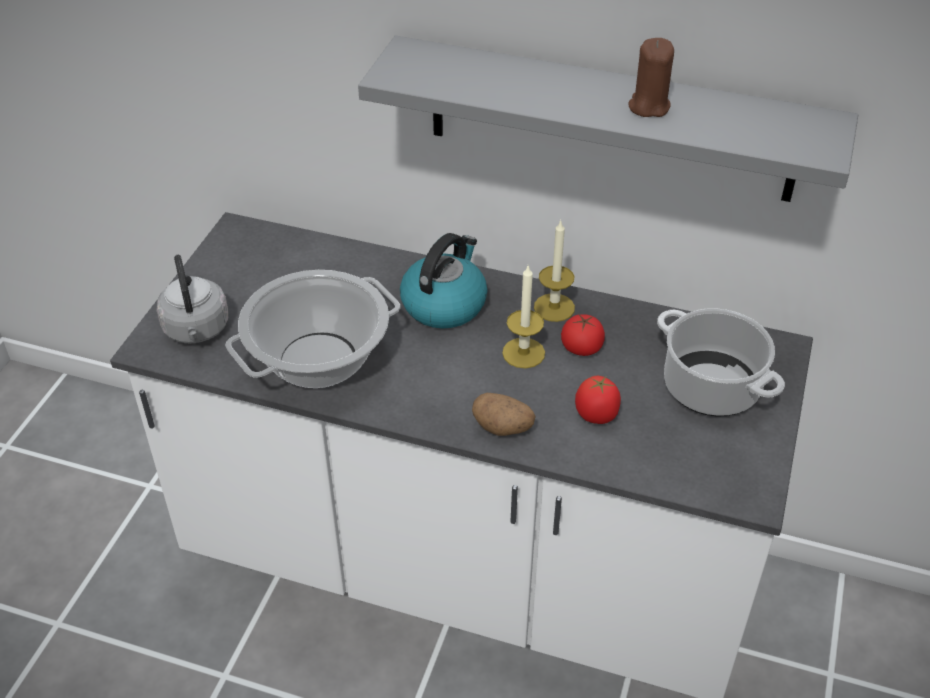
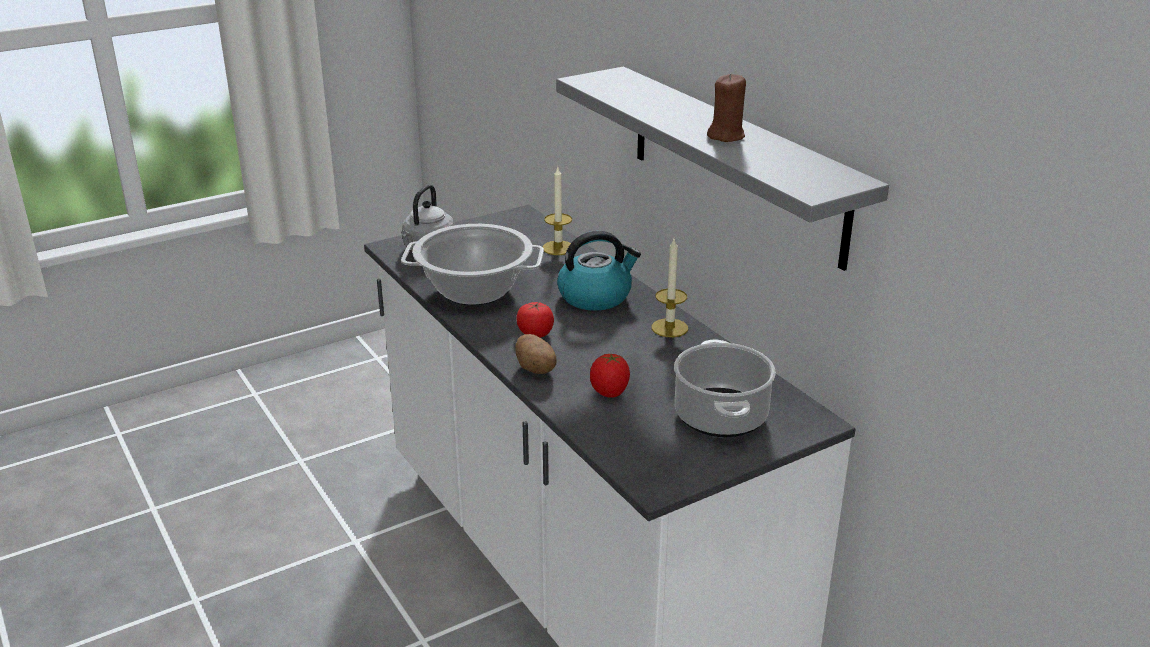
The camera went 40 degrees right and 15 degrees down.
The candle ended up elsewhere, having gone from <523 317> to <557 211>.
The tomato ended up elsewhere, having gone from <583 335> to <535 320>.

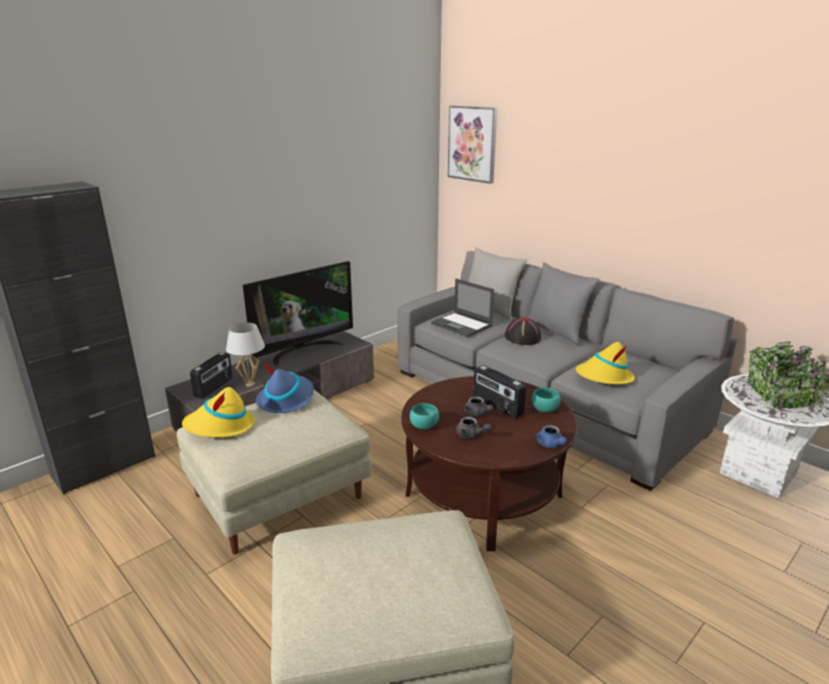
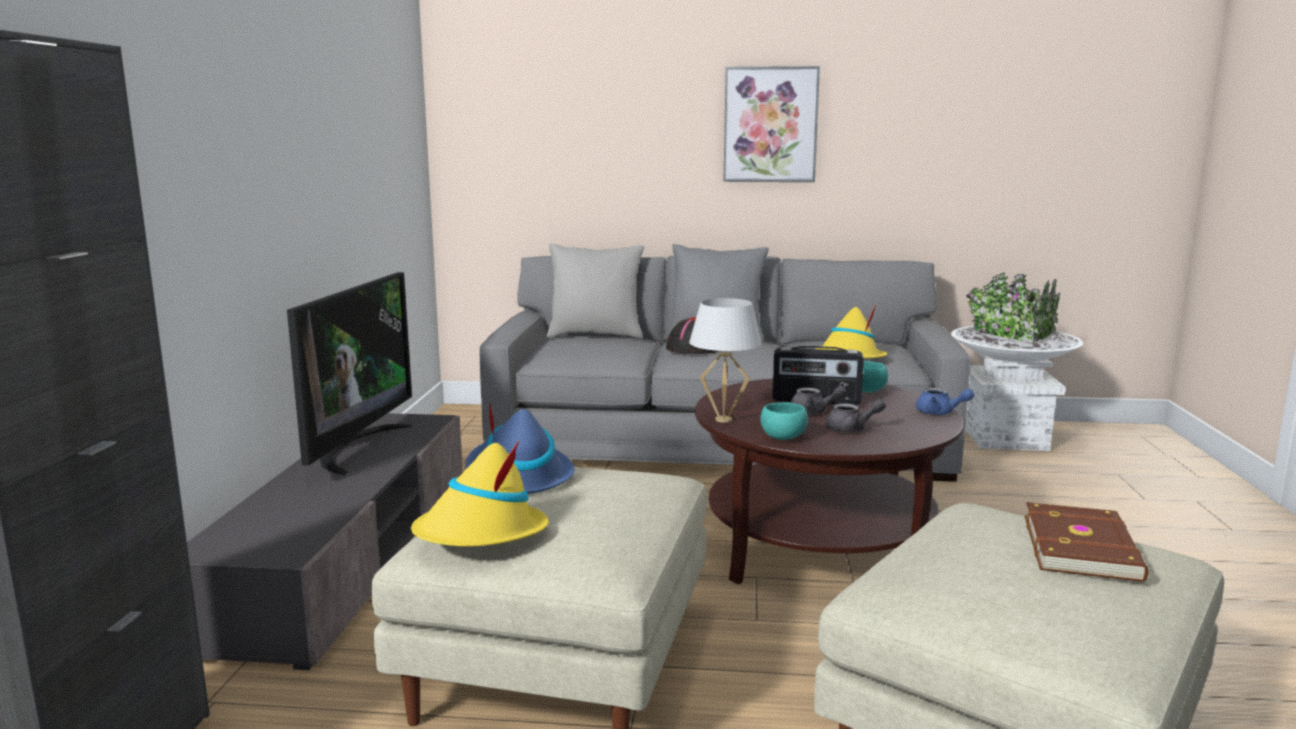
The camera went 40 degrees left and 10 degrees down.
The second view lost the radio at <211 375>.
The white table lamp ended up elsewhere, having gone from <245 354> to <725 360>.
The second view lost the laptop at <462 308>.
The picture ended up elsewhere, having gone from <472 145> to <771 124>.
The second view gained the brown book at <1086 542>.

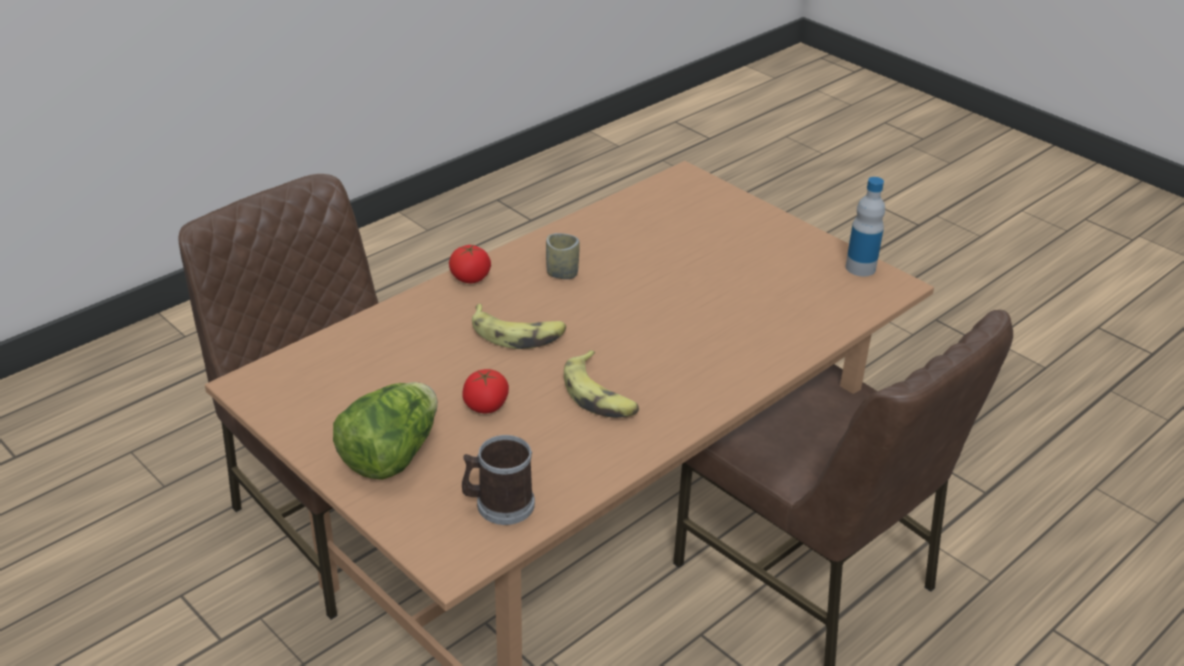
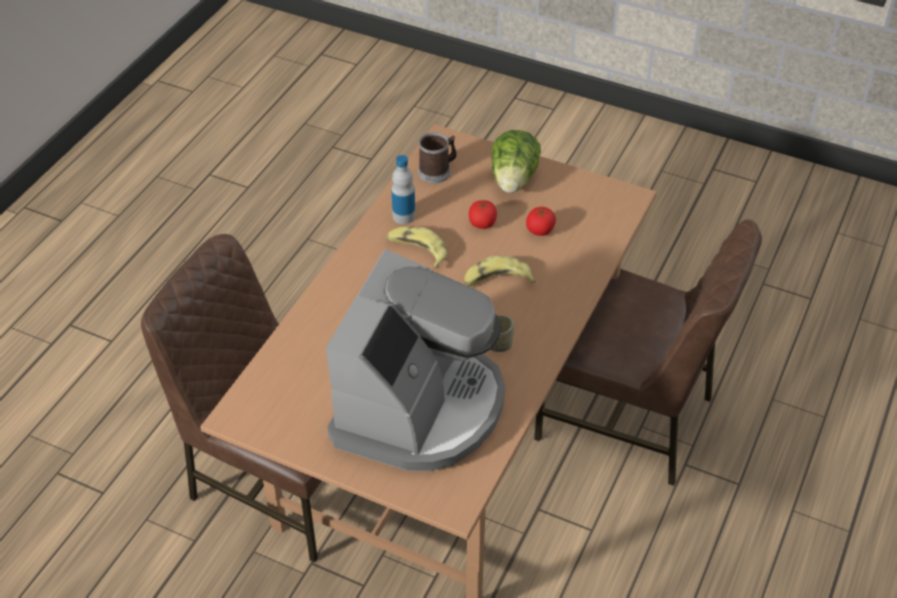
The camera went 160 degrees right and 10 degrees up.
The tomato ended up elsewhere, having gone from <470 263> to <541 221>.
The bottle ended up elsewhere, having gone from <865 226> to <403 189>.
The second view gained the coffee machine at <415 360>.

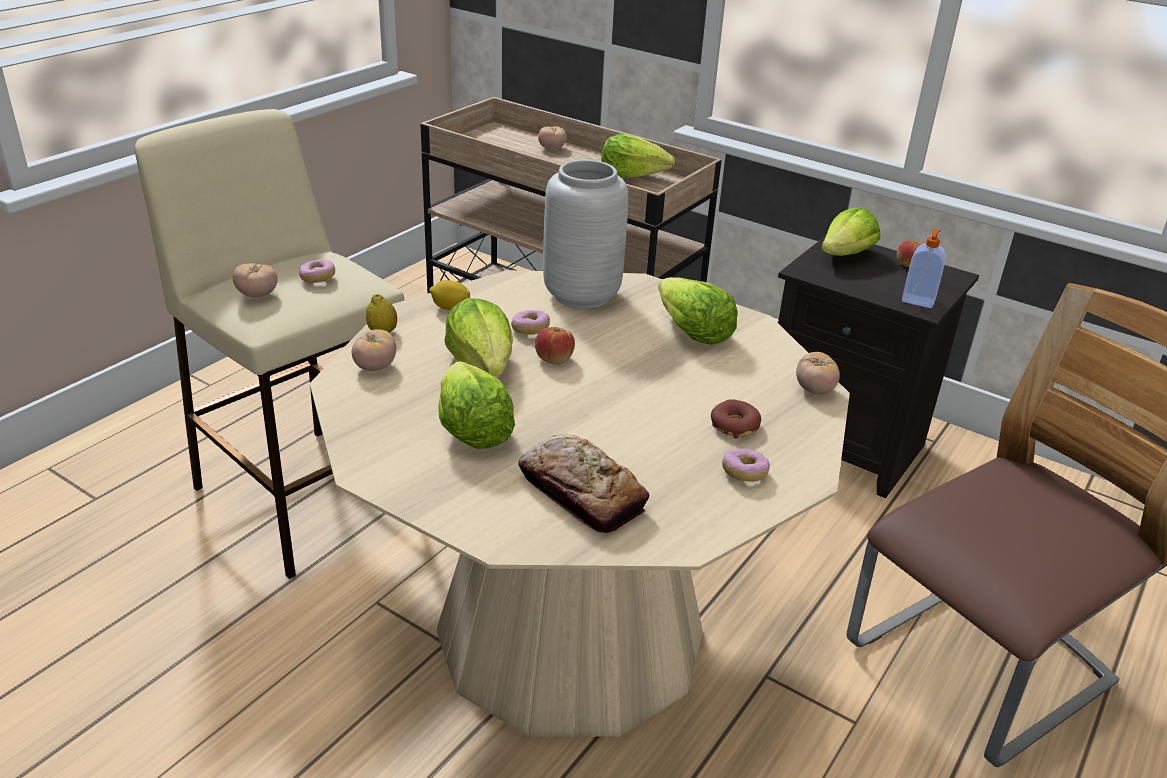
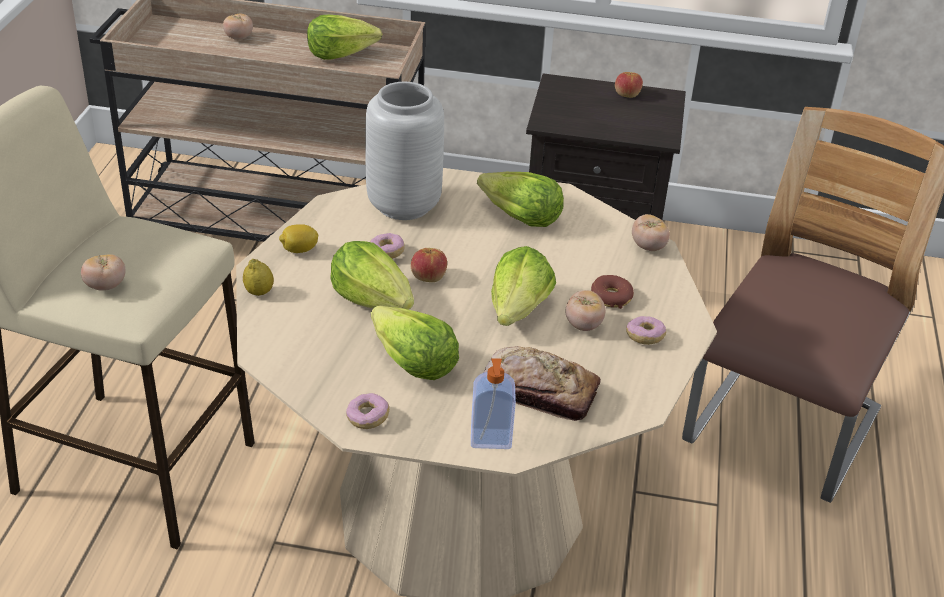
The camera went 25 degrees left and 5 degrees up.
The donut ended up elsewhere, having gone from <317 271> to <368 411>.
The tomato ended up elsewhere, having gone from <374 350> to <585 310>.
The lettuce ended up elsewhere, having gone from <850 231> to <523 286>.
The soap dispenser ended up elsewhere, having gone from <924 268> to <493 403>.

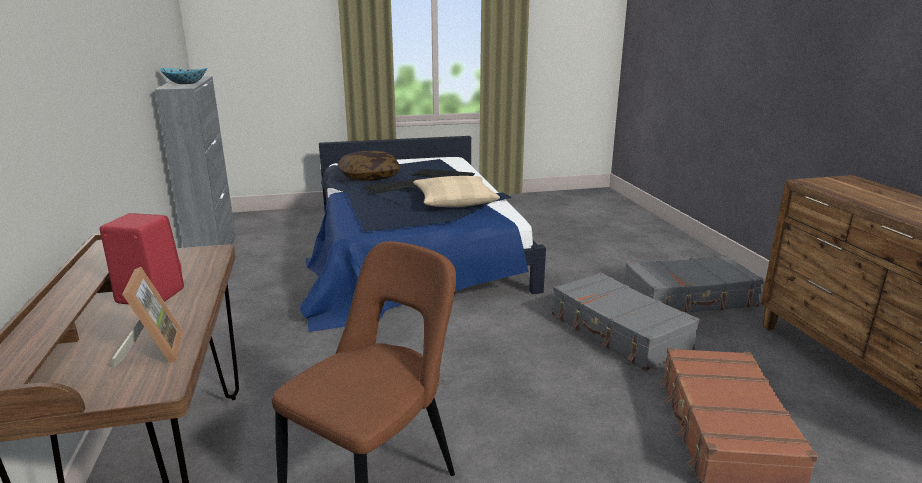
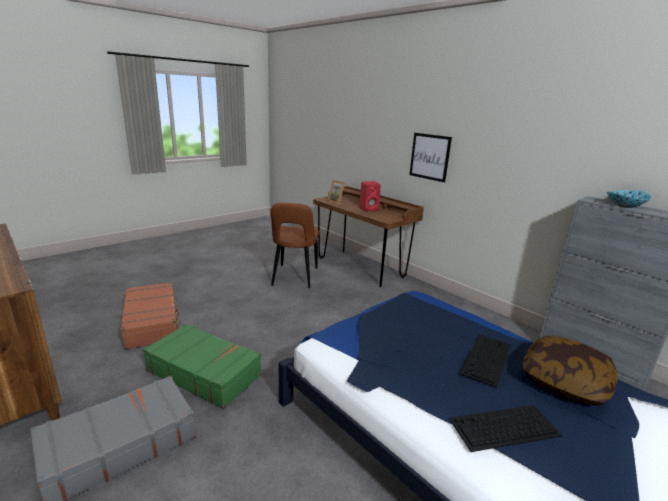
The camera went 150 degrees right and 0 degrees up.
The second view lost the beige pillow at <456 191>.
What was the grey suitcase at <625 321> turned into the green suitcase at <202 366>.
The second view gained the picture at <431 157>.

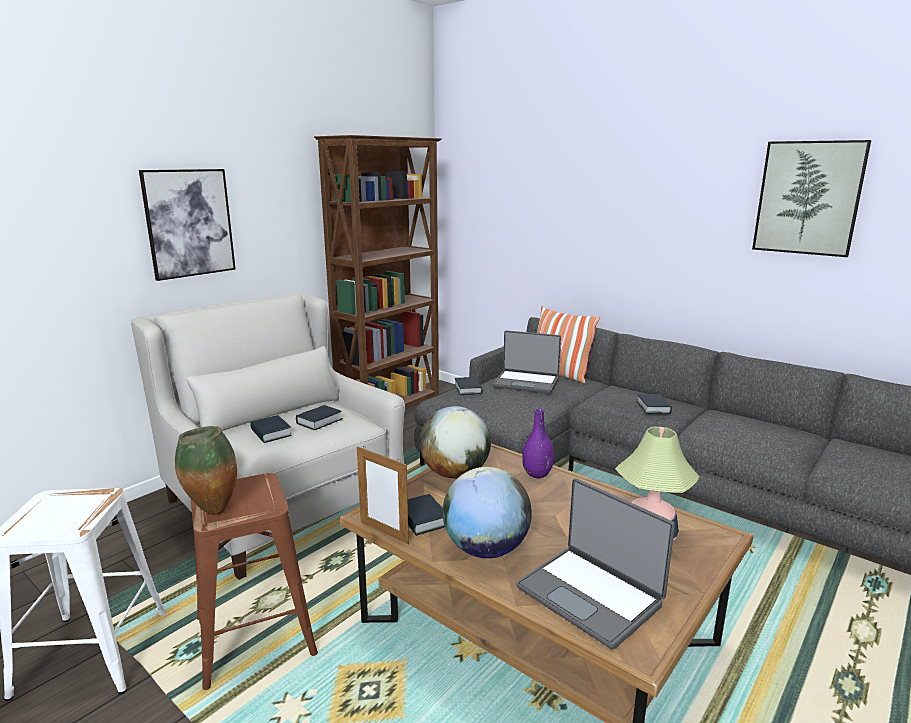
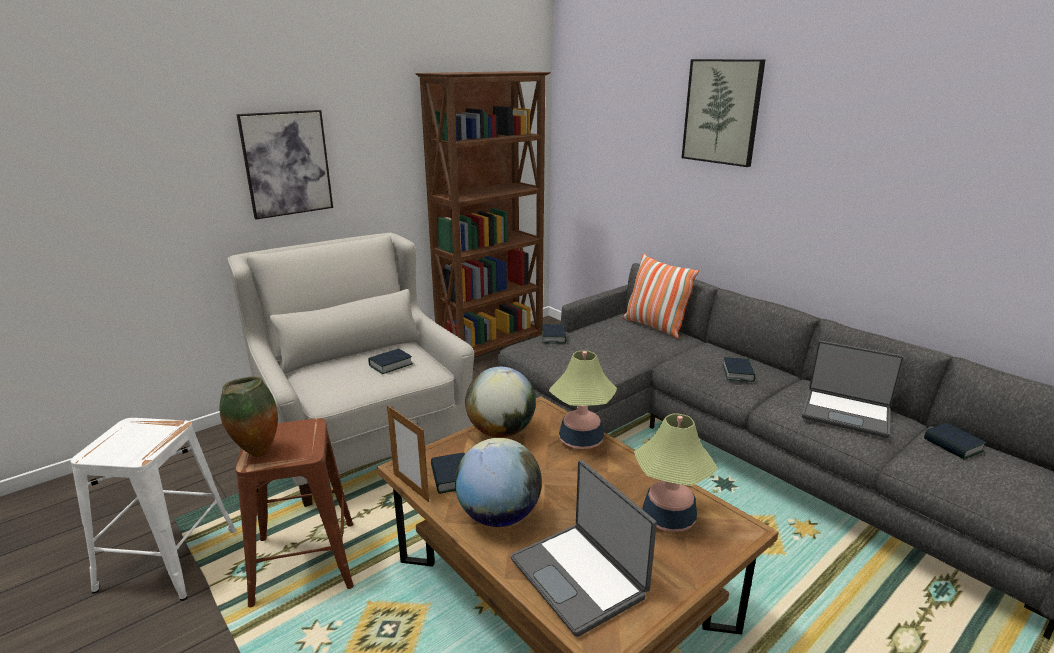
The camera went 10 degrees right and 5 degrees up.
The book ended up elsewhere, having gone from <271 429> to <955 441>.
The laptop ended up elsewhere, having gone from <527 362> to <853 389>.
Where the purple vase stood at <538 443>, the table lamp came to stand at <583 400>.
The picture ended up elsewhere, having gone from <811 198> to <723 113>.

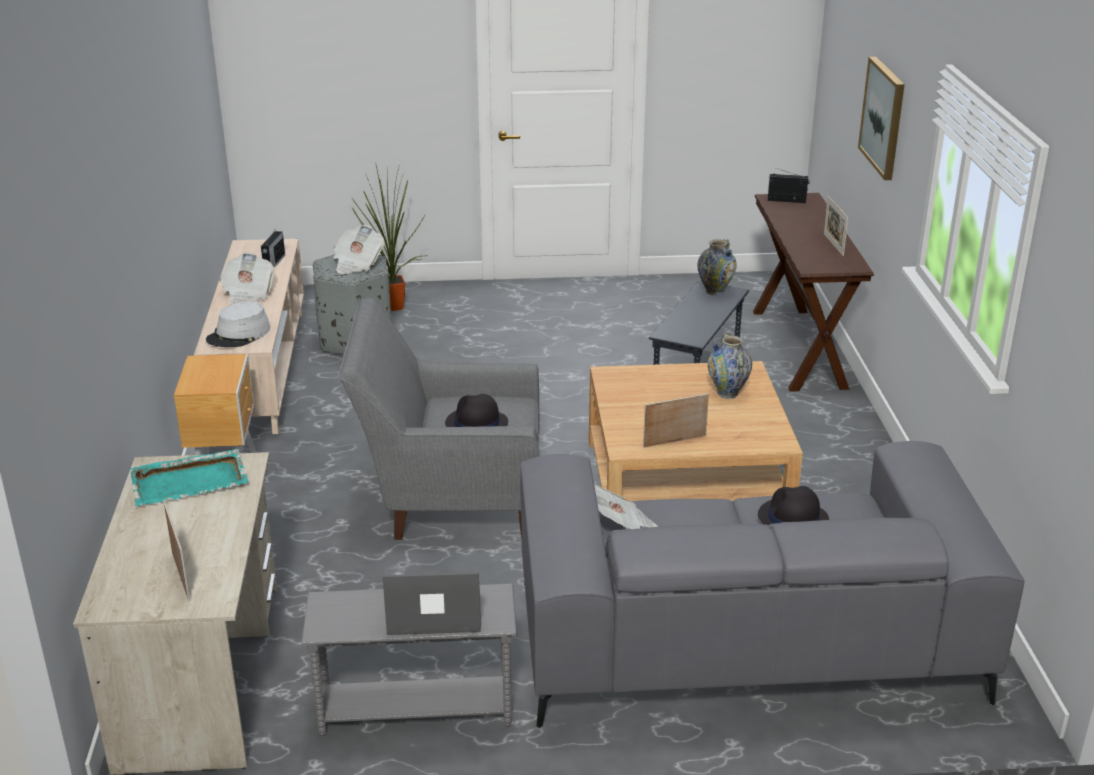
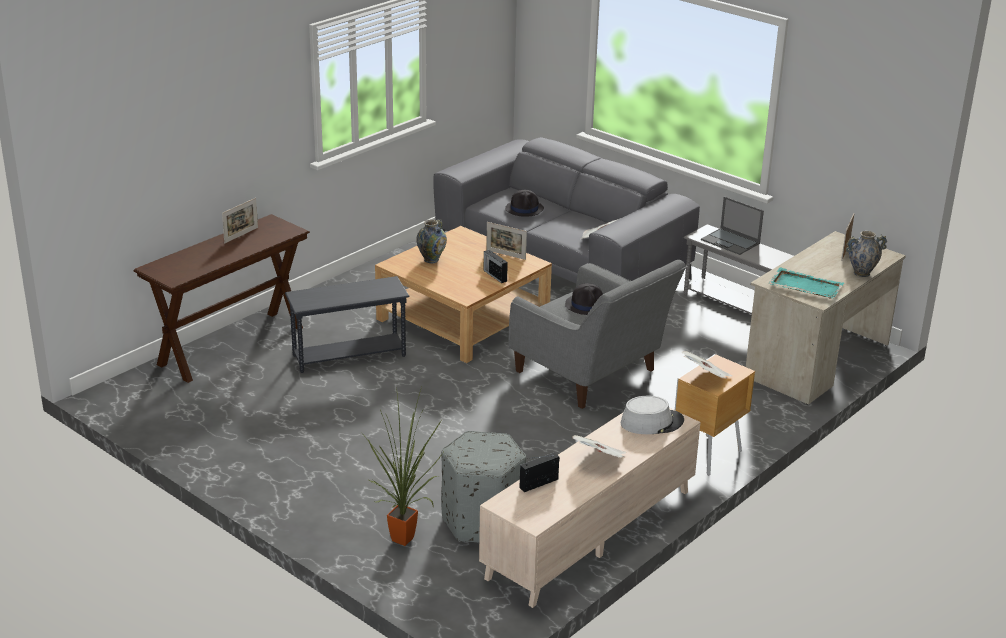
The camera went 135 degrees left and 0 degrees up.
The newspaper ended up elsewhere, having gone from <359 249> to <707 364>.
The vase ended up elsewhere, having gone from <717 267> to <866 254>.
The radio ended up elsewhere, having gone from <789 185> to <496 266>.
The second view lost the picture at <881 118>.

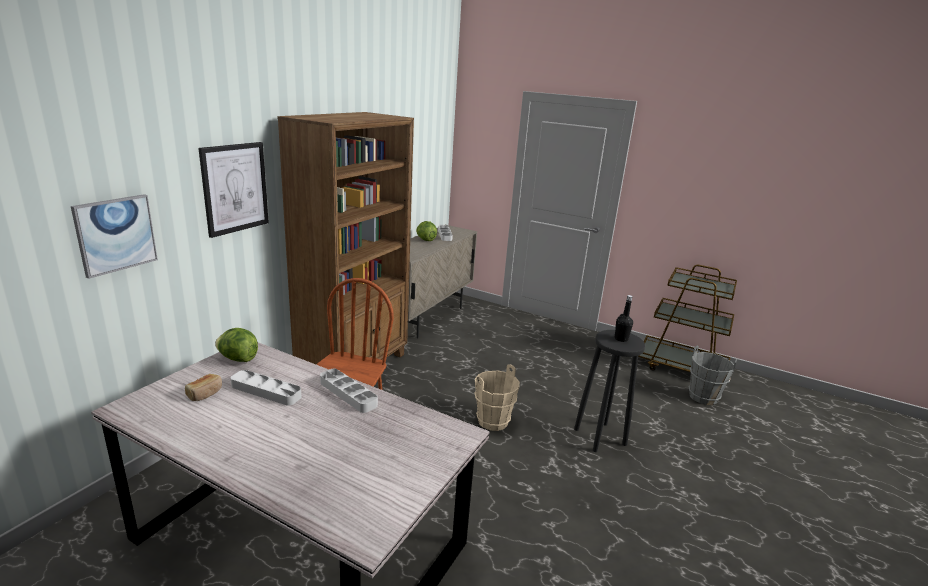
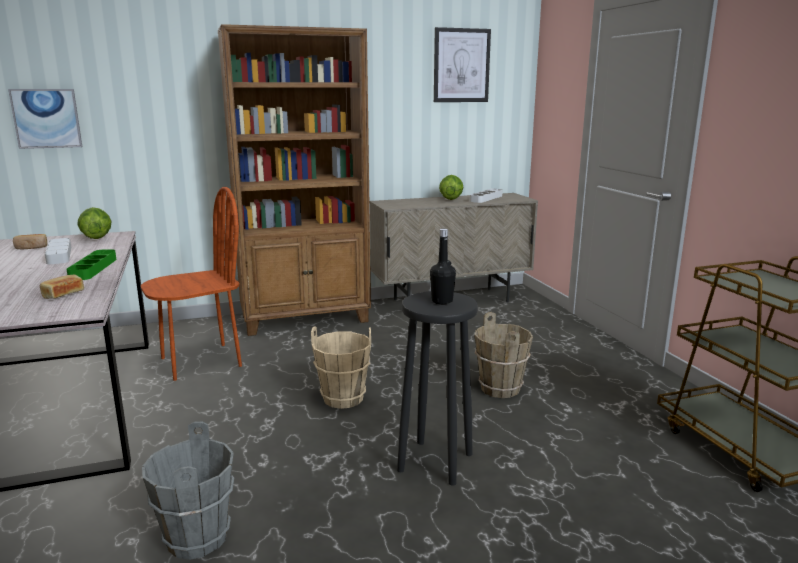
The camera went 45 degrees right and 5 degrees down.
The picture ended up elsewhere, having gone from <233 190> to <462 64>.
What was the grey tray at <349 391> turned into the green tray at <92 264>.
The grey bucket ended up elsewhere, having gone from <713 375> to <188 490>.
The second view gained the bread at <62 287>.
The second view gained the brown bucket at <503 355>.

